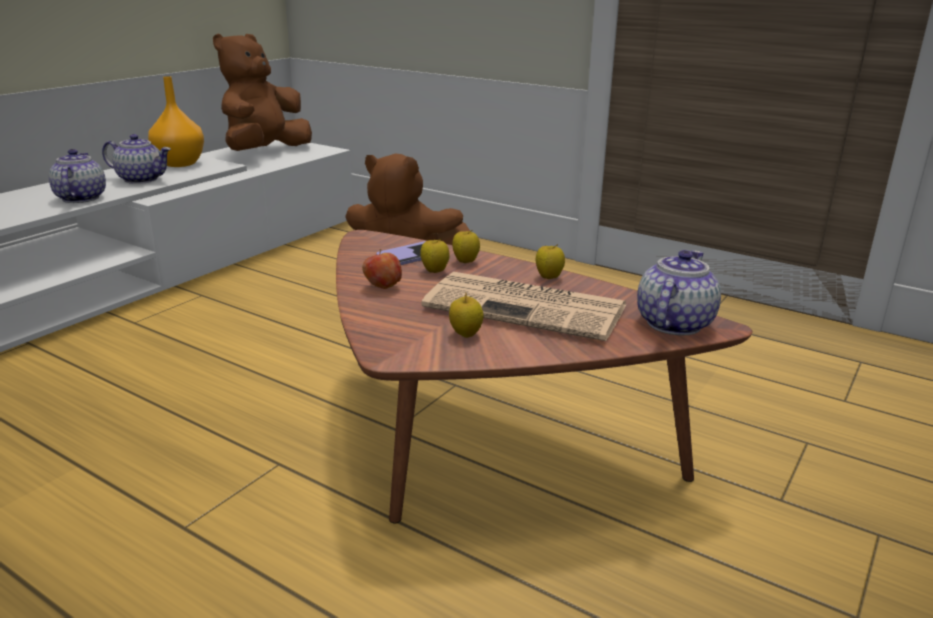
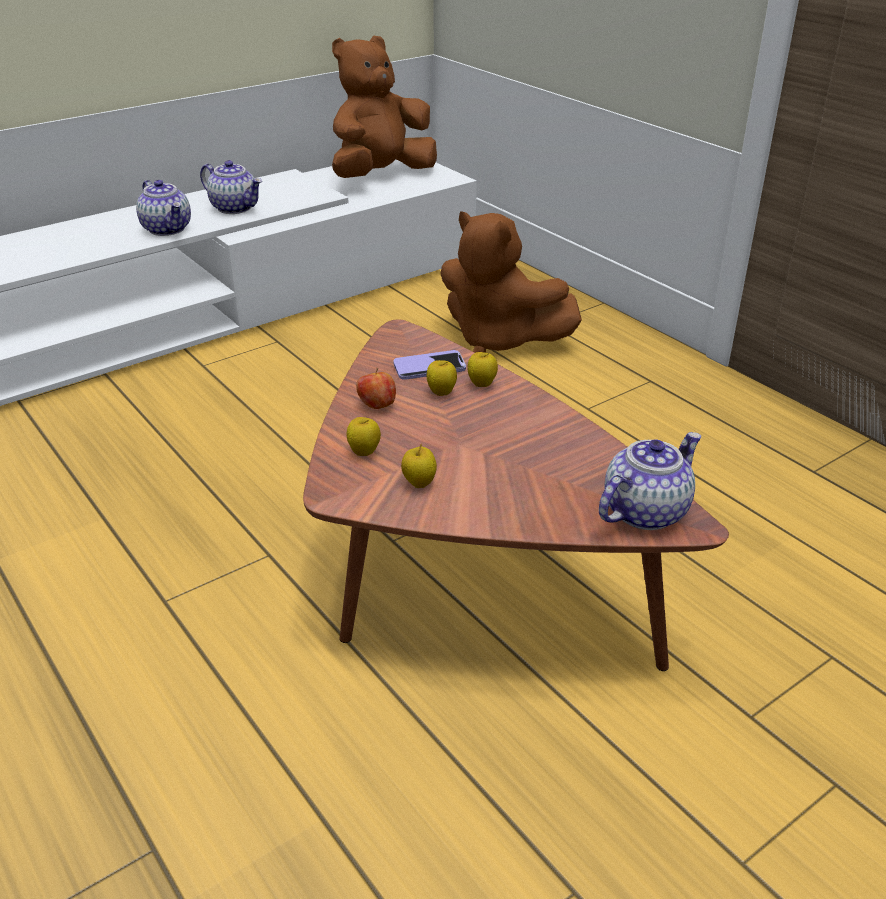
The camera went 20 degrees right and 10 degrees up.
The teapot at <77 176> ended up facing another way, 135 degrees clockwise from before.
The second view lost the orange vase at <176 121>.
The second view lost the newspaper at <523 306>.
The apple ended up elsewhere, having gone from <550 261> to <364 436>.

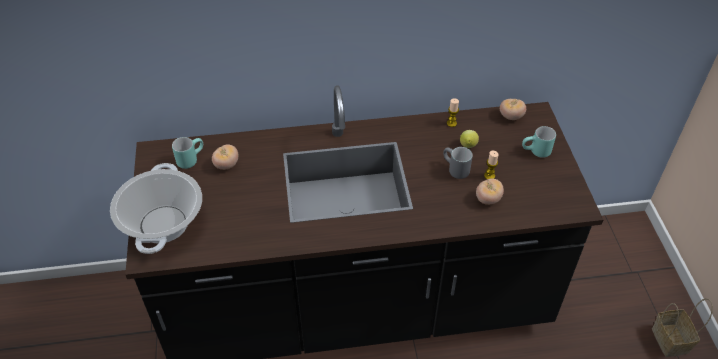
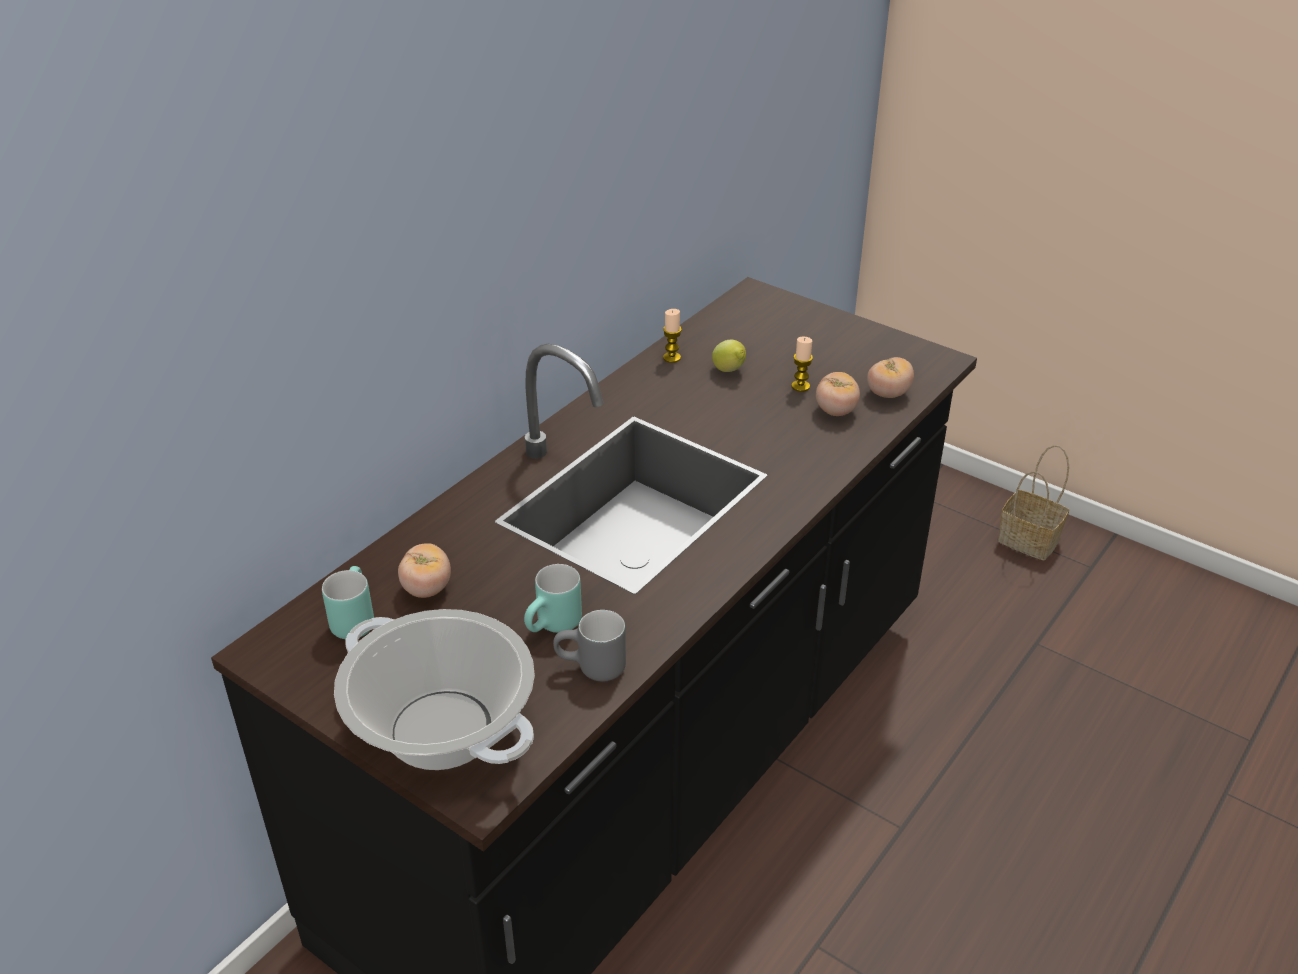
The camera went 45 degrees left and 10 degrees down.
The grey mug ended up elsewhere, having gone from <458 163> to <589 645>.
The tomato ended up elsewhere, having gone from <513 109> to <890 377>.
The turquoise mug ended up elsewhere, having gone from <539 142> to <553 598>.

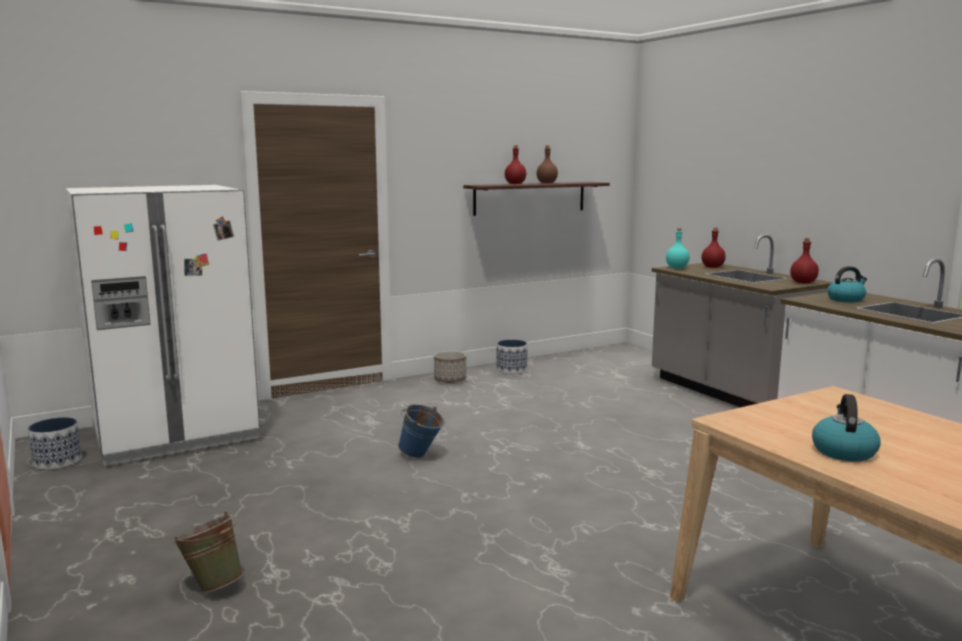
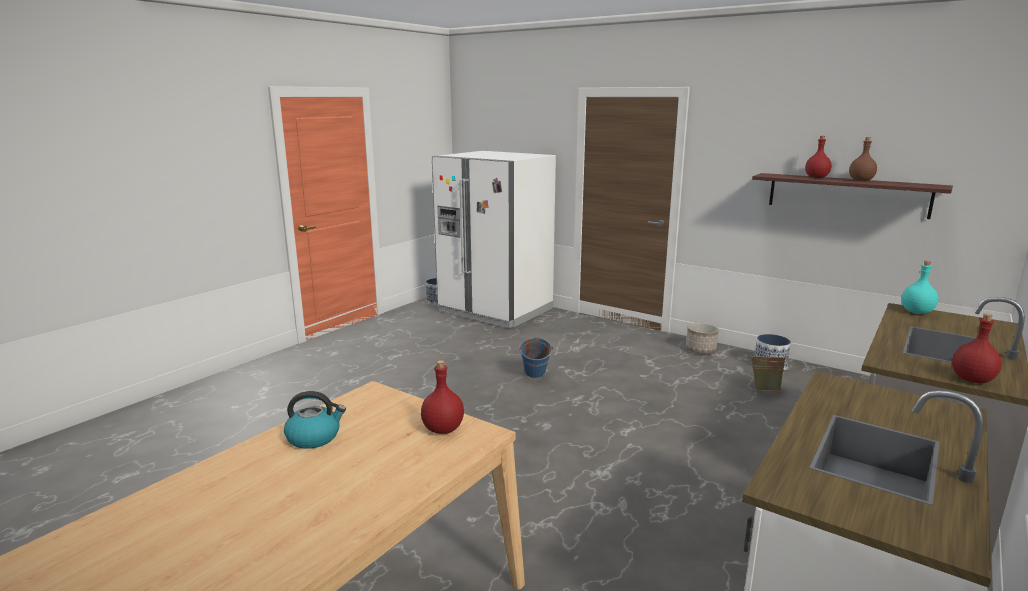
The camera went 65 degrees right and 5 degrees up.
The green bucket ended up elsewhere, having gone from <208 552> to <769 372>.
The red bottle ended up elsewhere, having gone from <714 248> to <442 397>.
The second view lost the kettle at <847 284>.

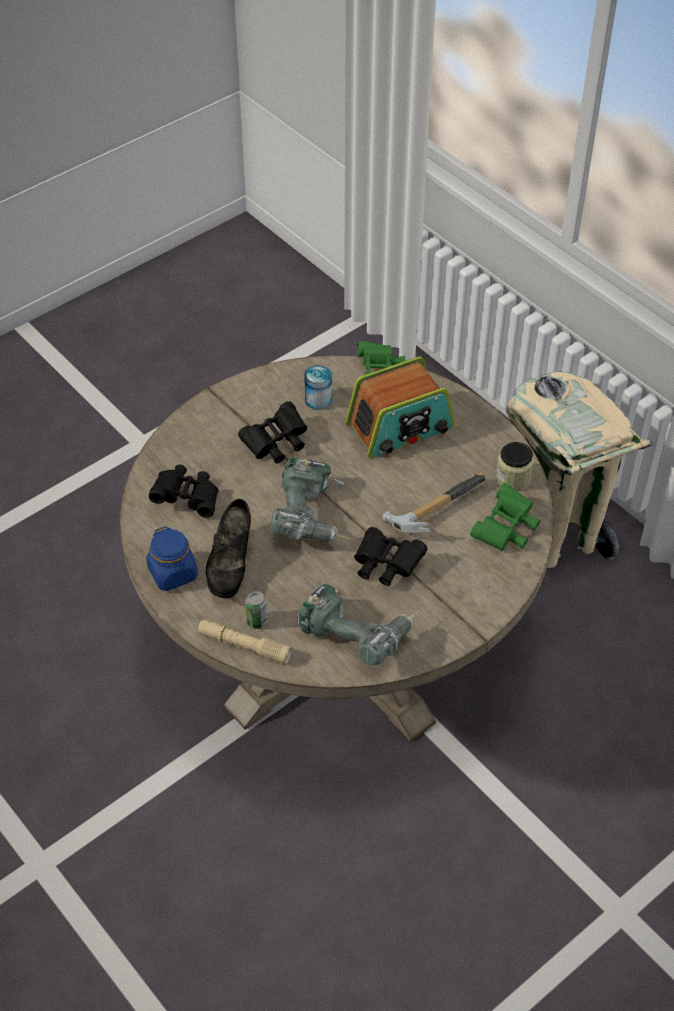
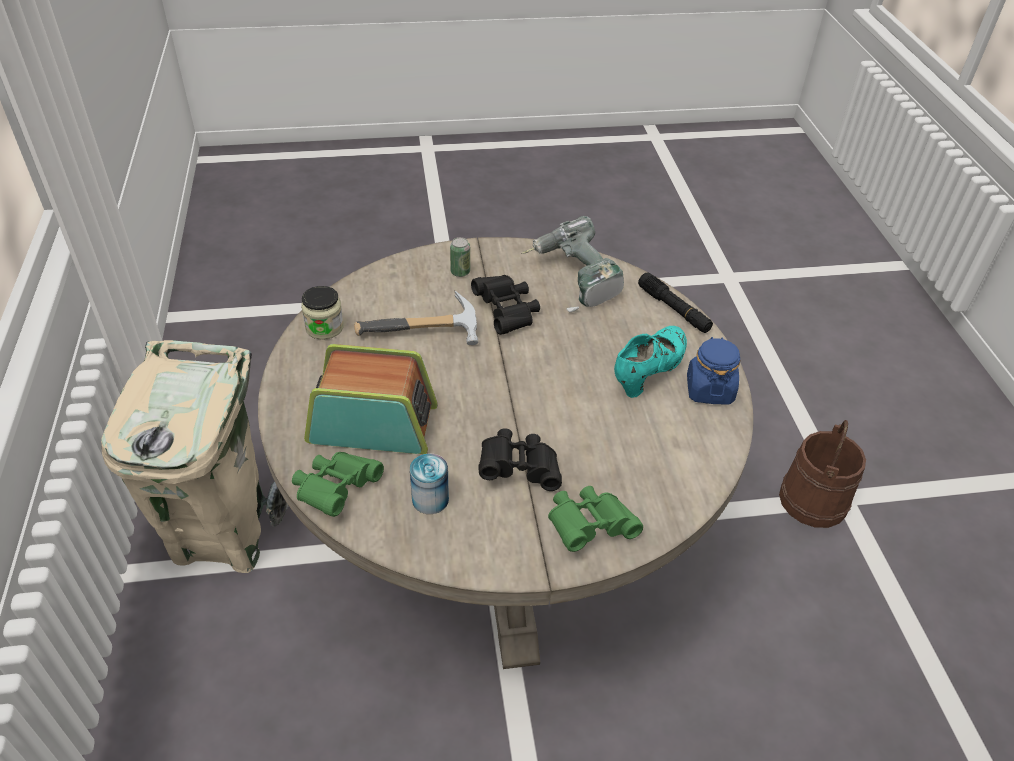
The camera went 150 degrees left and 5 degrees down.
The second view lost the black binoculars at <183 491>.
What was the beige flashlight at <245 642> turned into the black flashlight at <675 302>.
What was the black shoe at <228 549> turned into the turquoise shoe at <650 362>.
The can ended up elsewhere, having gone from <256 610> to <460 257>.
The second view lost the power drill at <310 499>.
The green binoculars ended up elsewhere, having gone from <505 517> to <595 519>.
The second view gained the brown bucket at <822 474>.

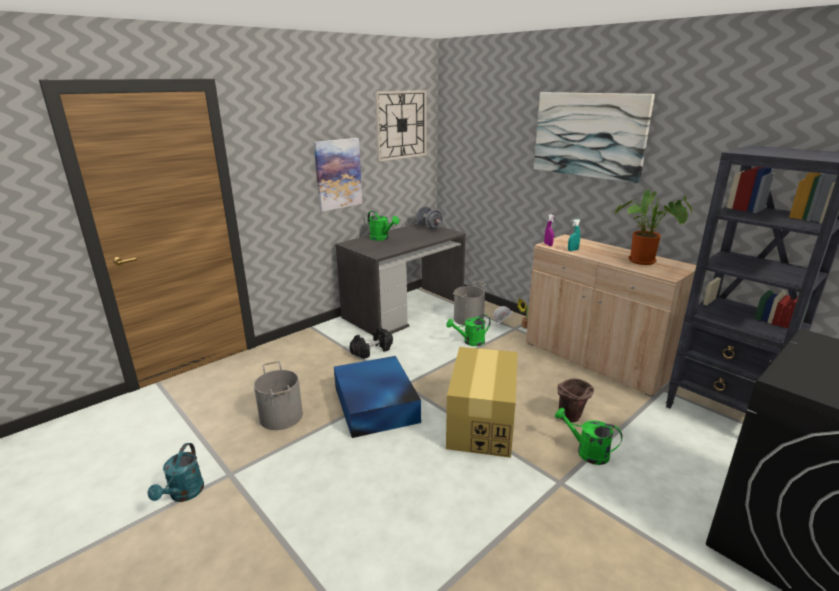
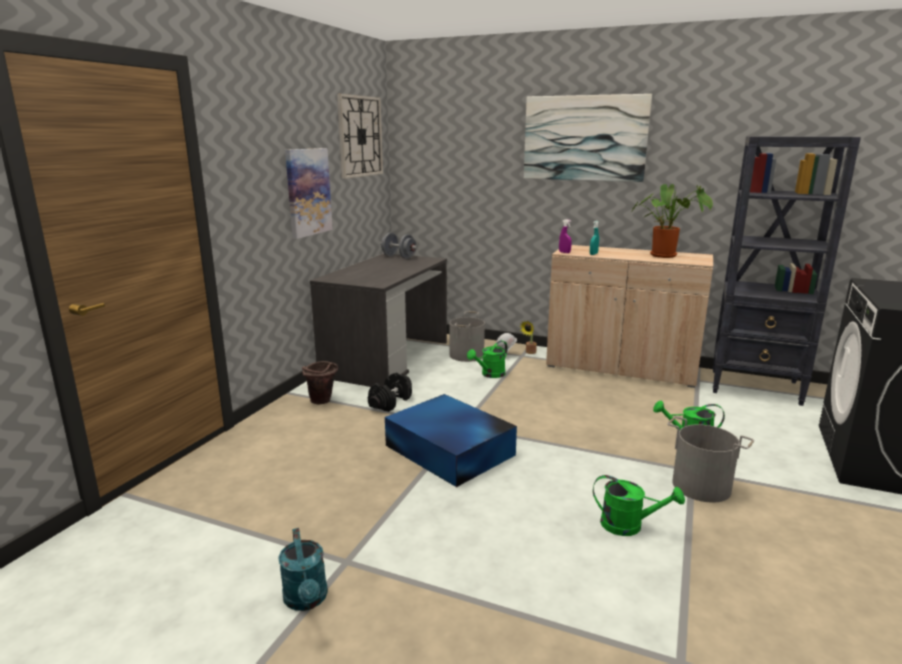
The camera went 25 degrees left and 5 degrees down.
The grey bucket ended up elsewhere, having gone from <278 395> to <710 459>.
The green watering can ended up elsewhere, having gone from <383 226> to <639 505>.
The second view lost the cardboard box at <482 402>.
The brown bucket ended up elsewhere, having gone from <576 400> to <320 383>.

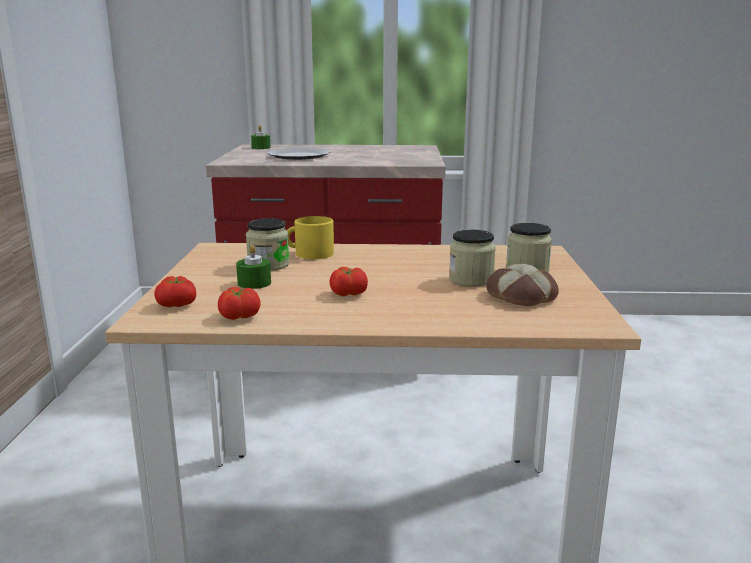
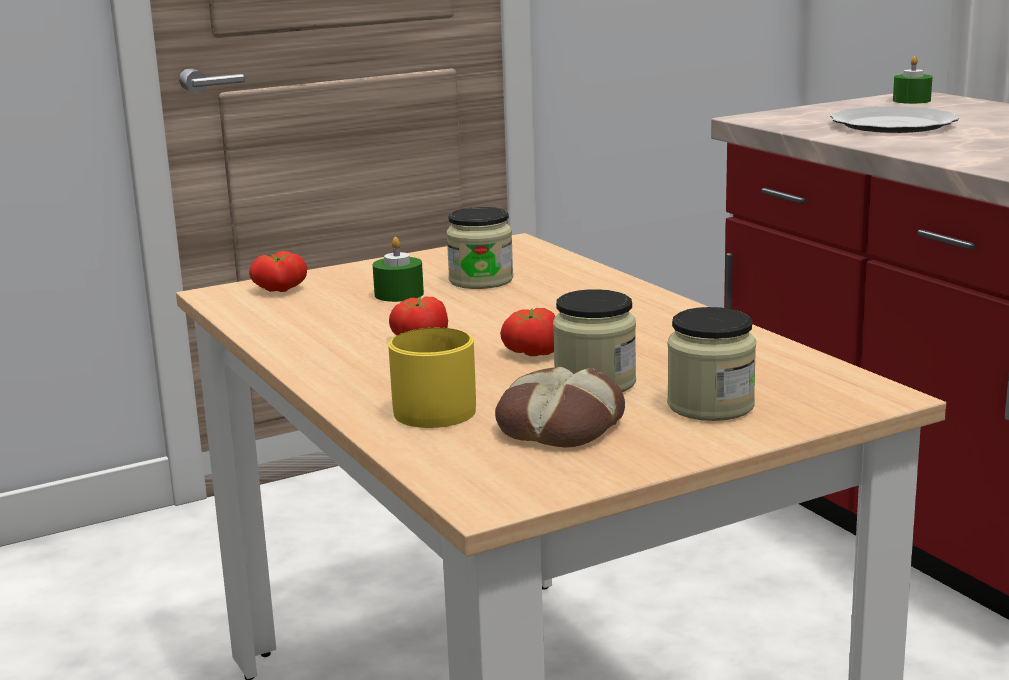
The camera went 60 degrees right and 0 degrees up.
The tomato ended up elsewhere, having gone from <239 303> to <527 332>.
The yellow mug ended up elsewhere, having gone from <310 237> to <432 378>.

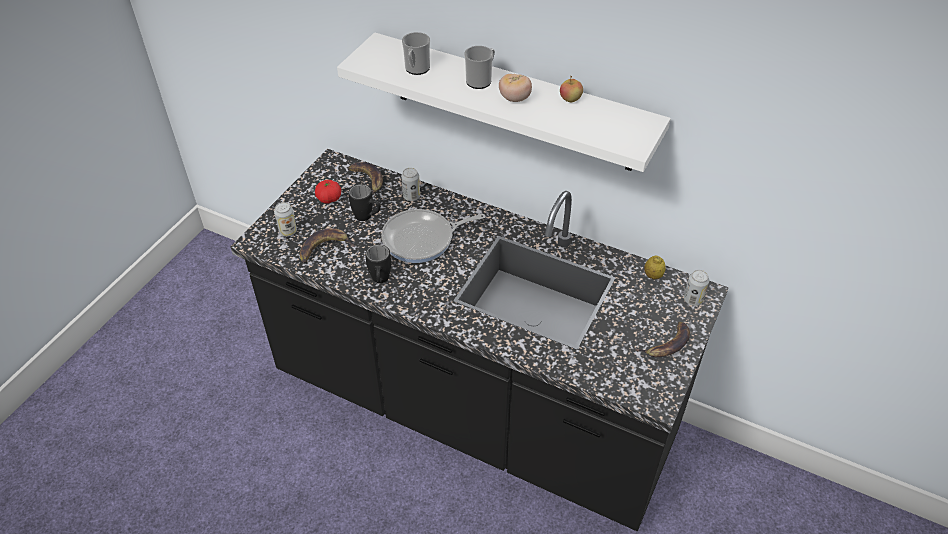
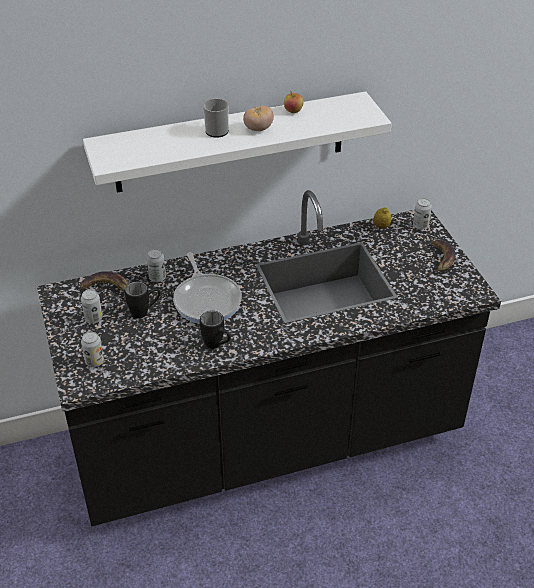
The camera went 45 degrees left and 5 degrees down.
The second view lost the banana at <327 245>.
Where the tomato stood at <328 191>, the can came to stand at <92 306>.
The frying pan at <433 236> ended up facing another way, 45 degrees counterclockwise from before.
The second view lost the mug at <416 53>.

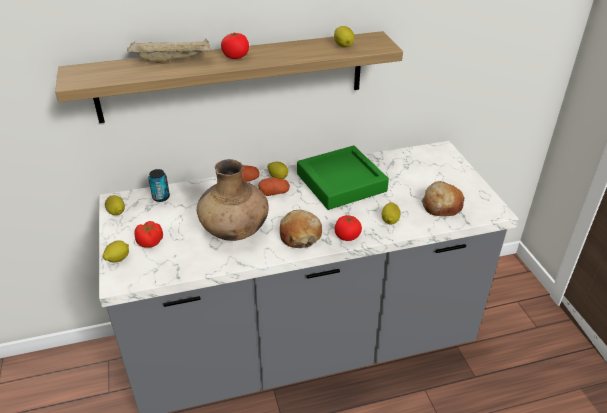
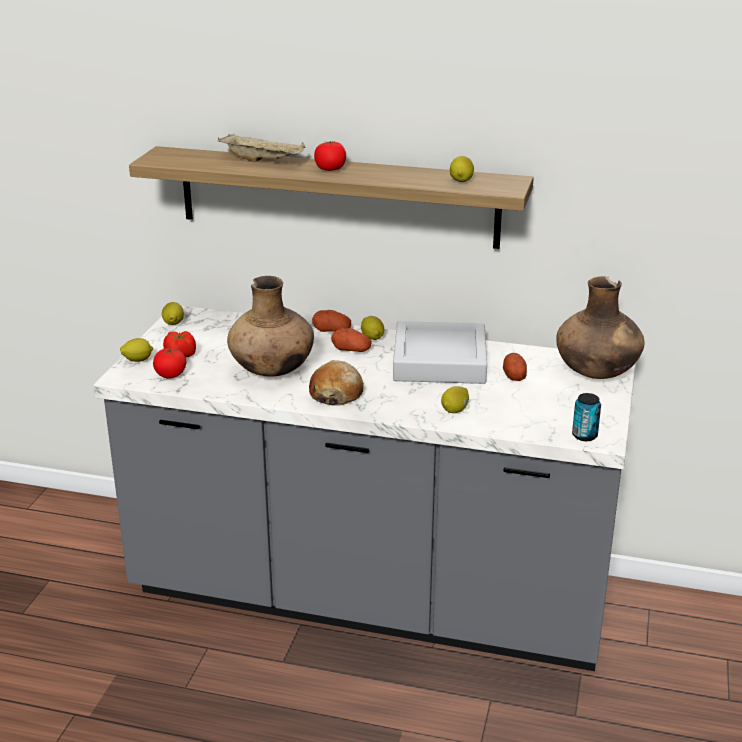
The camera went 30 degrees right and 10 degrees down.
The can ended up elsewhere, having gone from <159 185> to <586 417>.
What was the green tray at <343 178> turned into the grey tray at <440 352>.
The tomato ended up elsewhere, having gone from <348 228> to <169 363>.
The second view lost the bread at <442 198>.
The second view gained the potato at <515 367>.
The second view gained the brown vase at <600 327>.

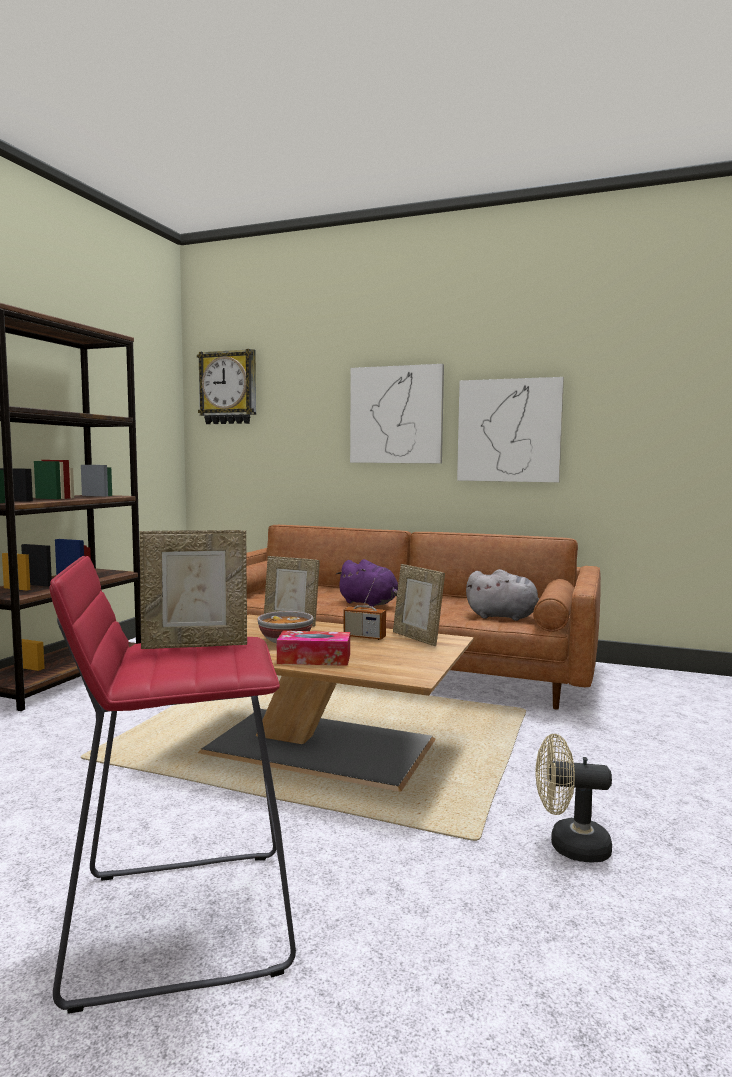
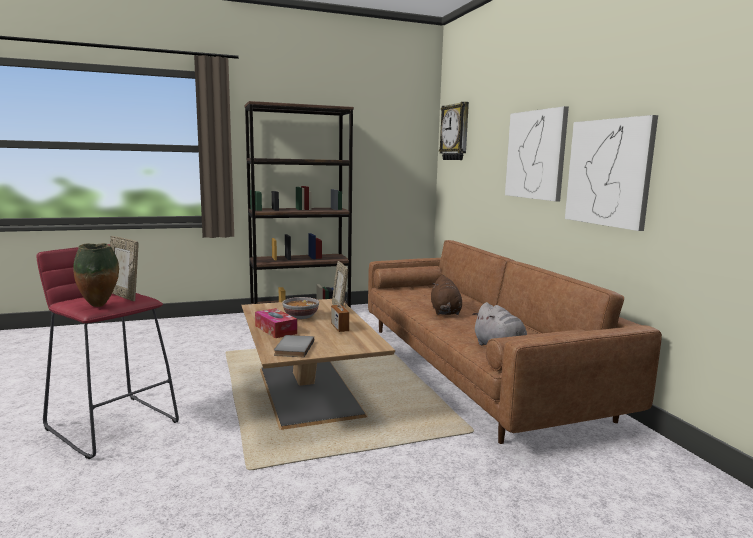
The camera went 50 degrees right and 5 degrees up.
What was the purple plush toy at <367 583> turned into the brown plush toy at <446 295>.
The second view lost the picture frame at <419 605>.
The second view lost the beige fan at <574 798>.
The second view gained the vase at <96 275>.
The second view gained the grey book at <294 346>.

